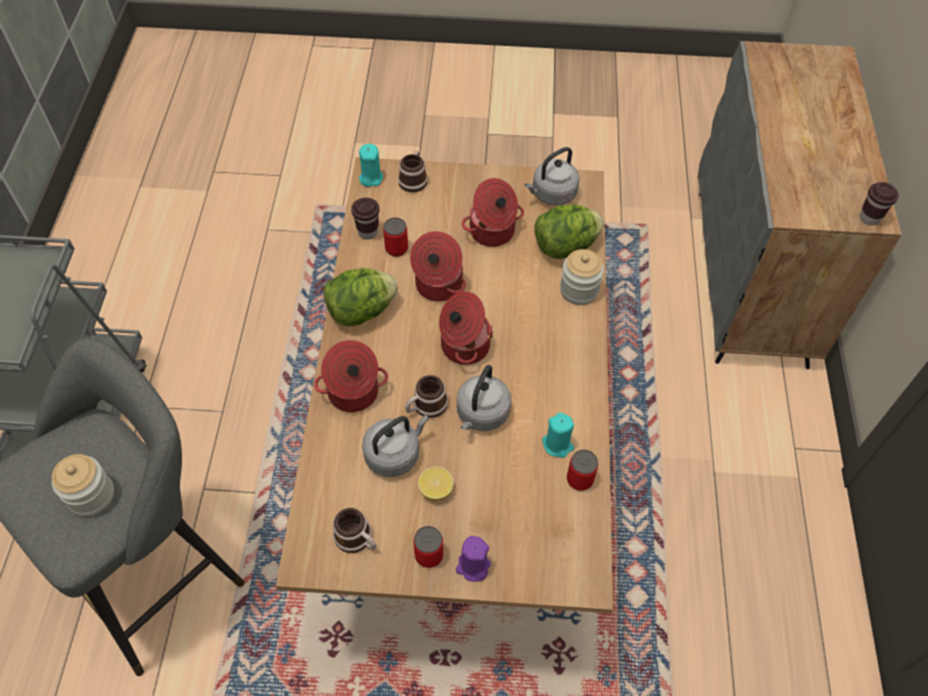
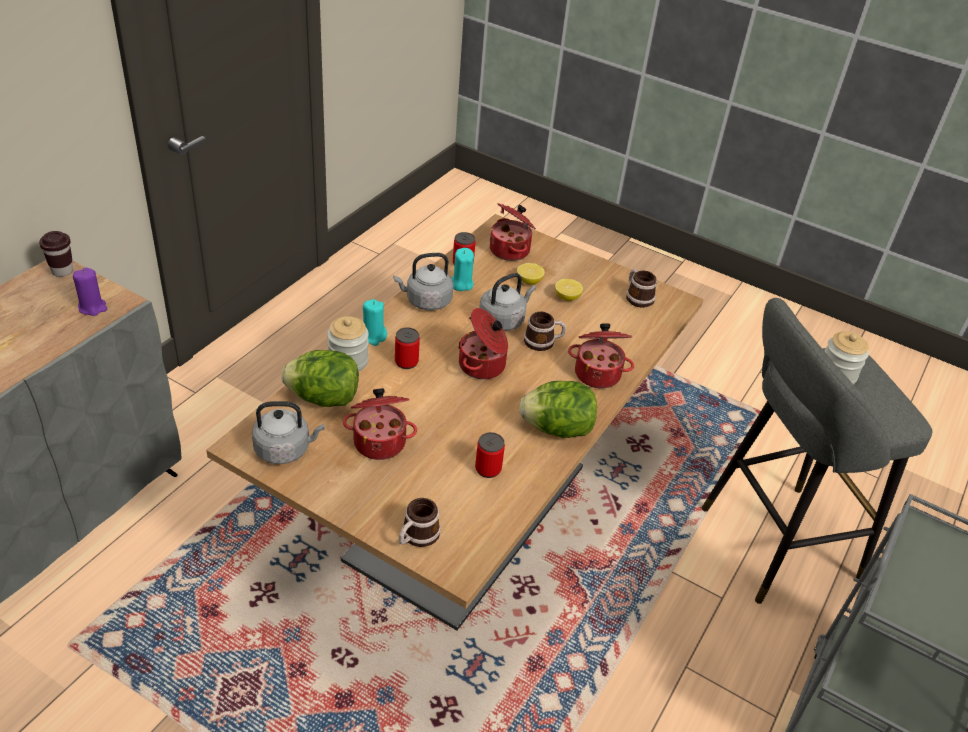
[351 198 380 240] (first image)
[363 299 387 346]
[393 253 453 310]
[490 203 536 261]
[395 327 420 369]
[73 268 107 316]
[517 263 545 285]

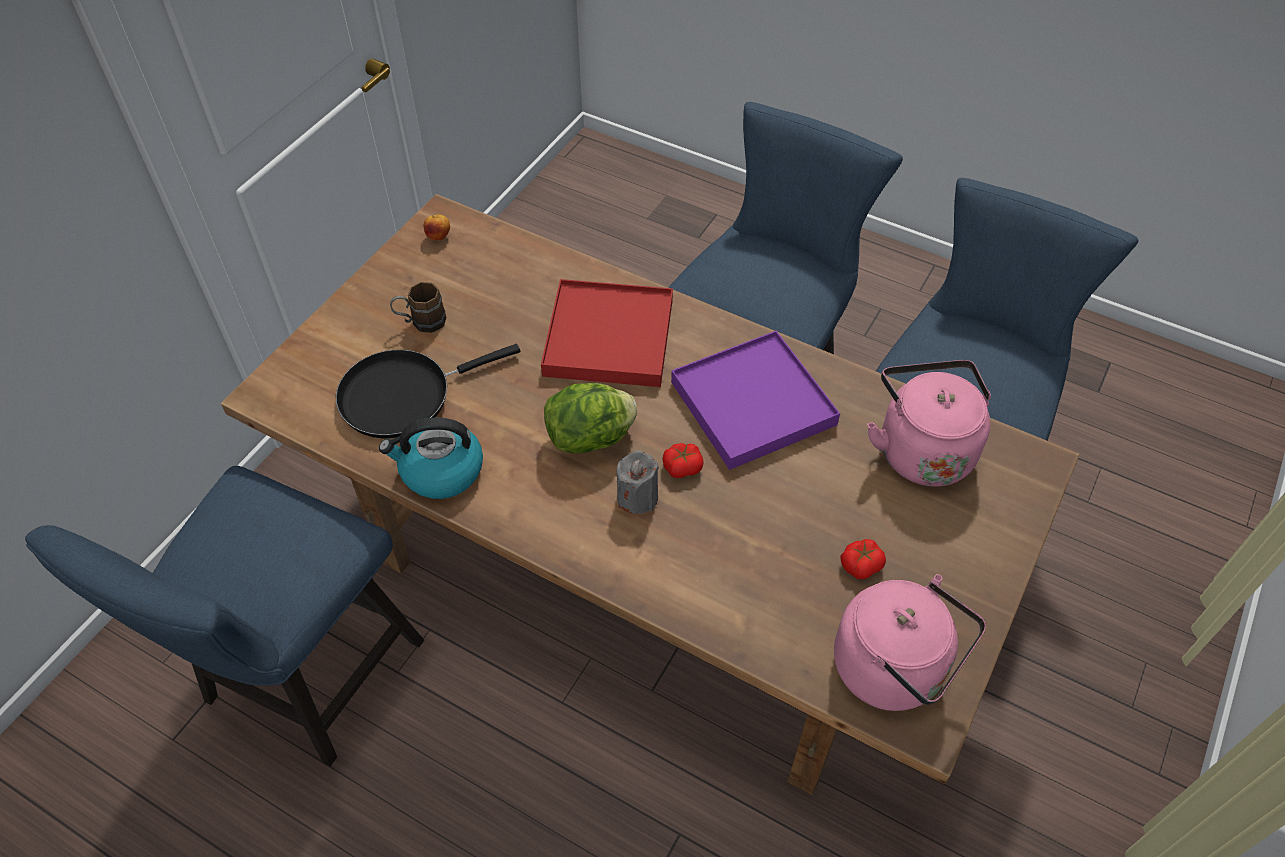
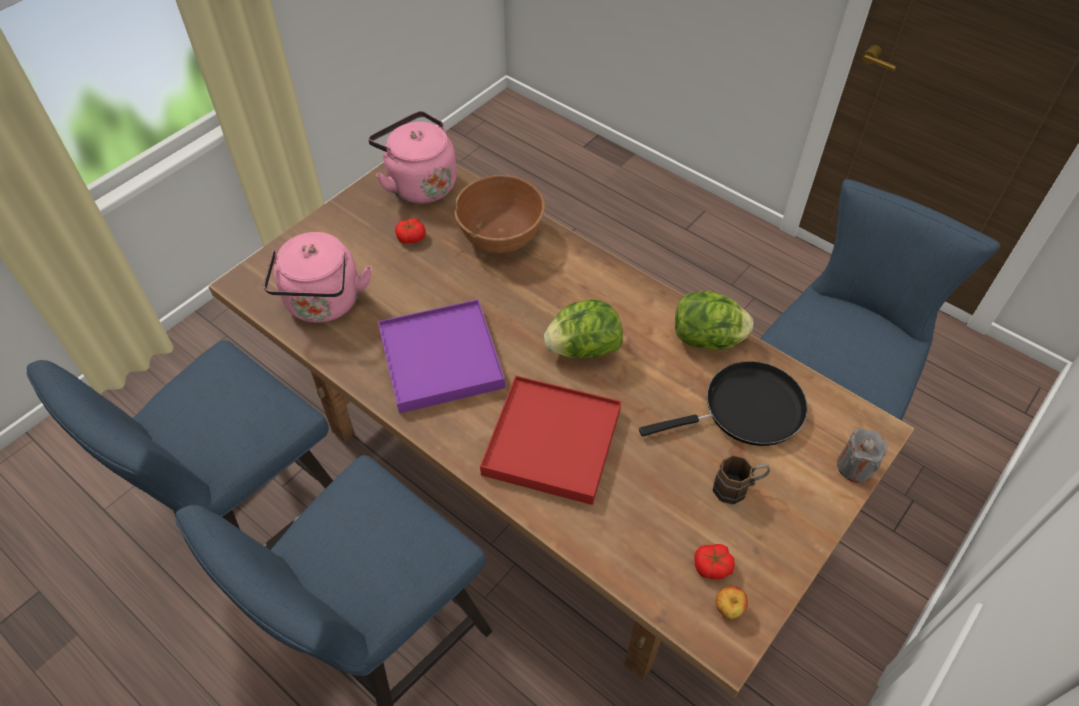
[675 291 753 350]
[837 428 888 483]
[694 544 735 579]
[455 175 545 253]

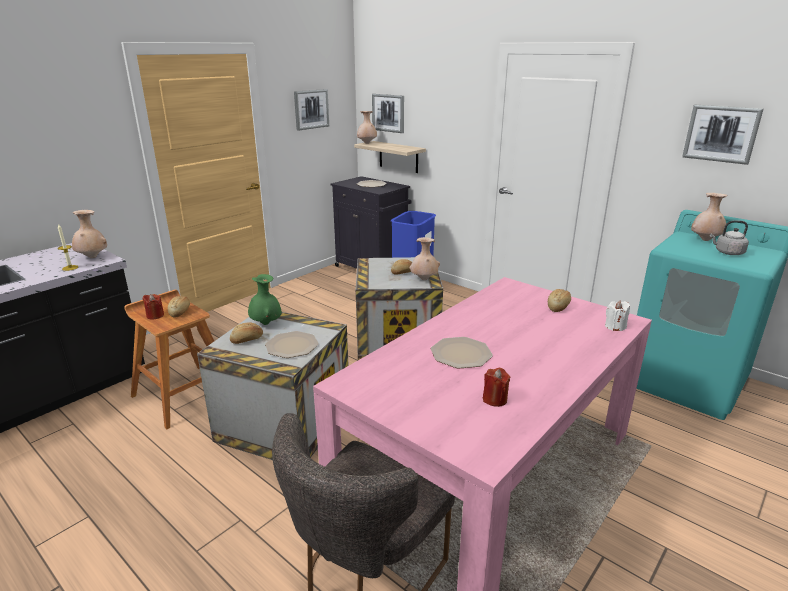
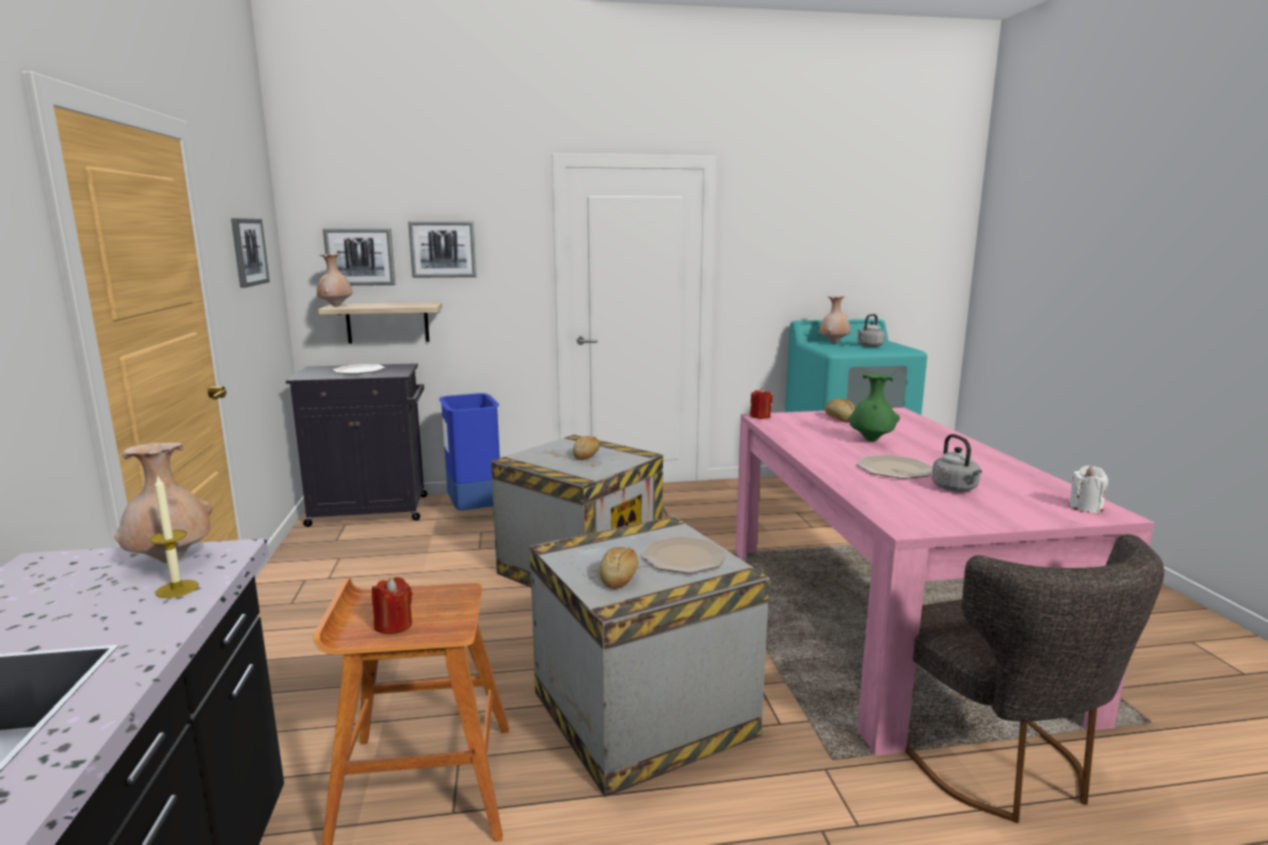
[168 296 190 317] (first image)
[848 373 900 442]
[409 237 440 280] (first image)
[750 388 773 419]
[1069 466 1108 513]
[408 221 477 278]
[932 434 982 491]

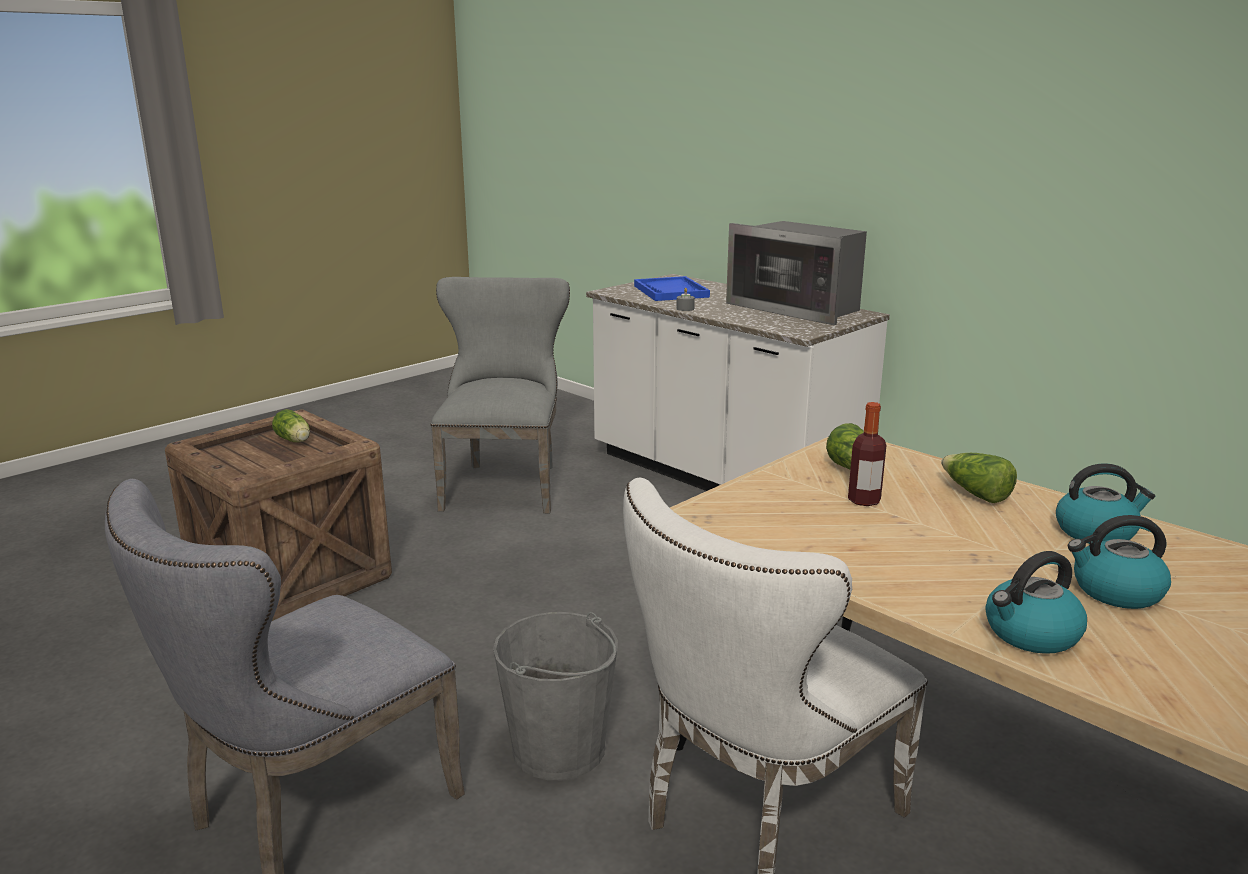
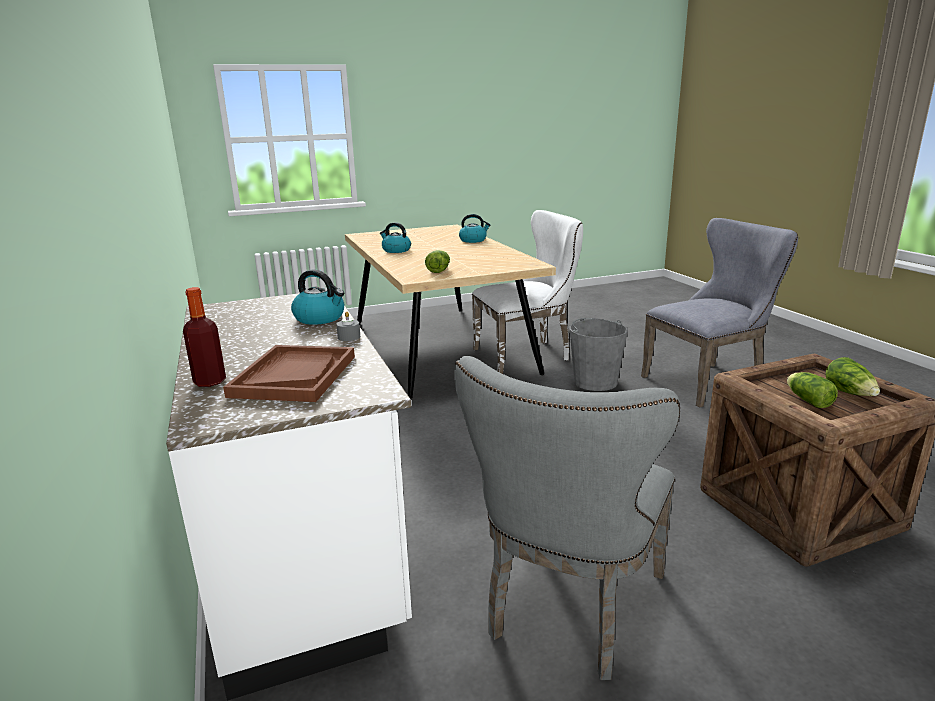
[223 345 355 402]
[726 221 867 325] (first image)
[183 287 226 387]
[825 357 880 396]
[291 269 344 325]

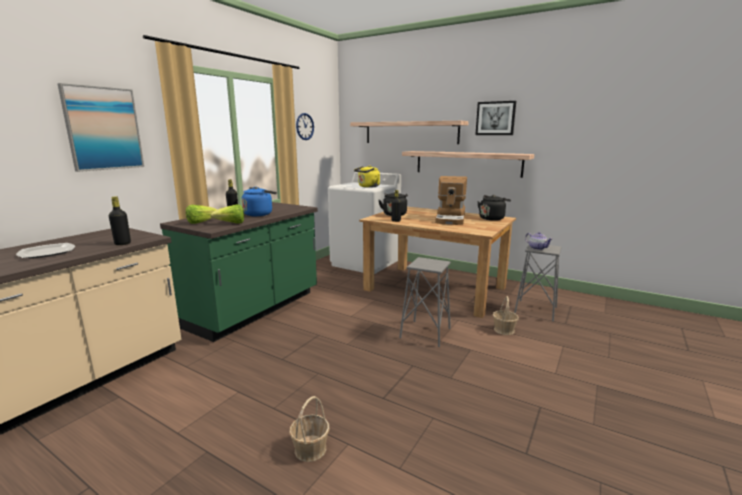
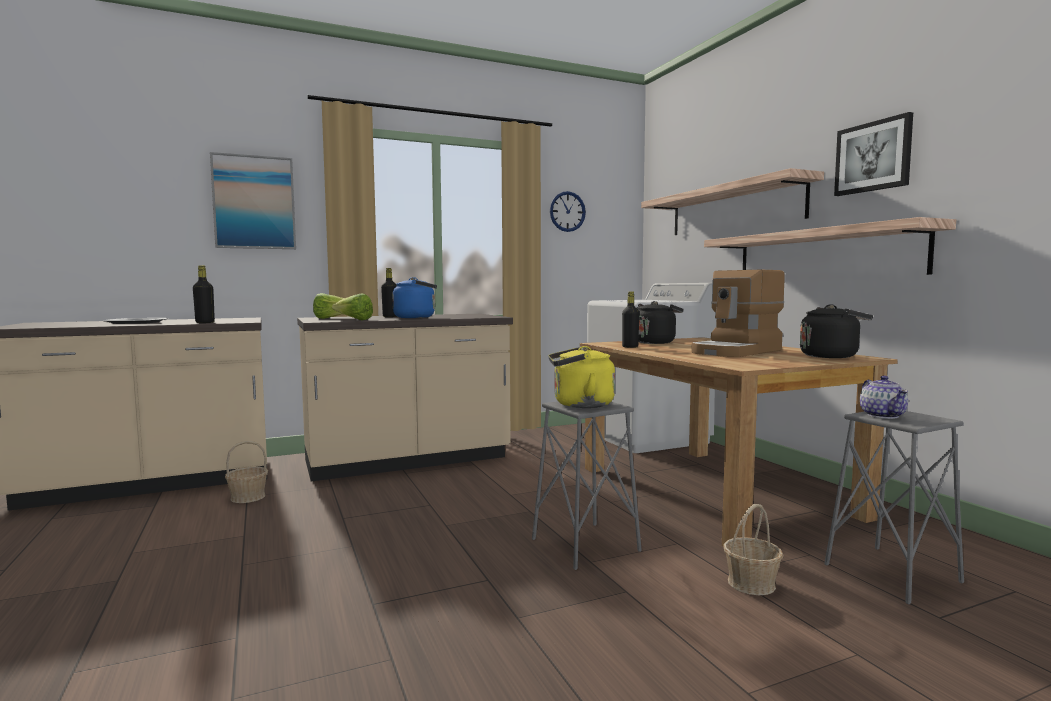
[297 314 513 481]
[225 441 268 503]
[548 346 615 408]

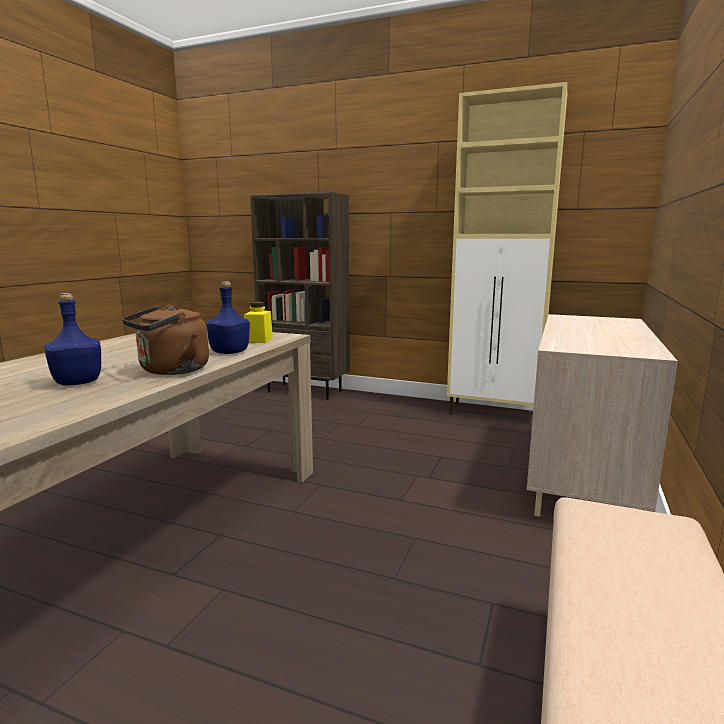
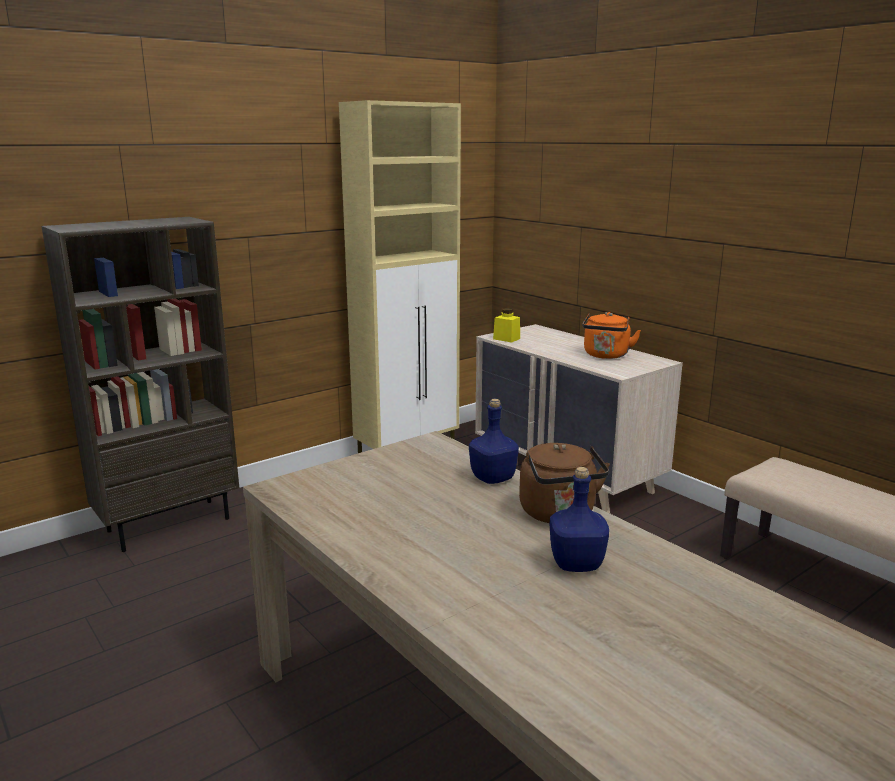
[493 308 520 343]
[583 312 641 359]

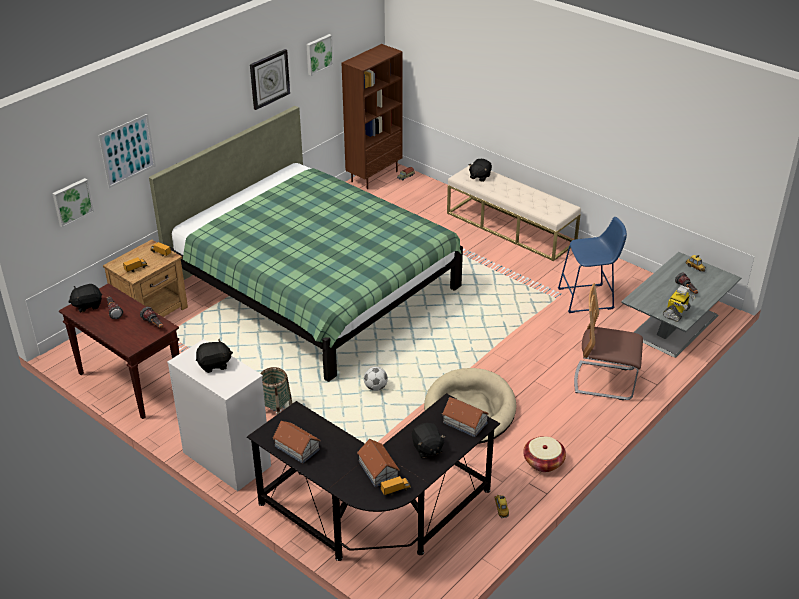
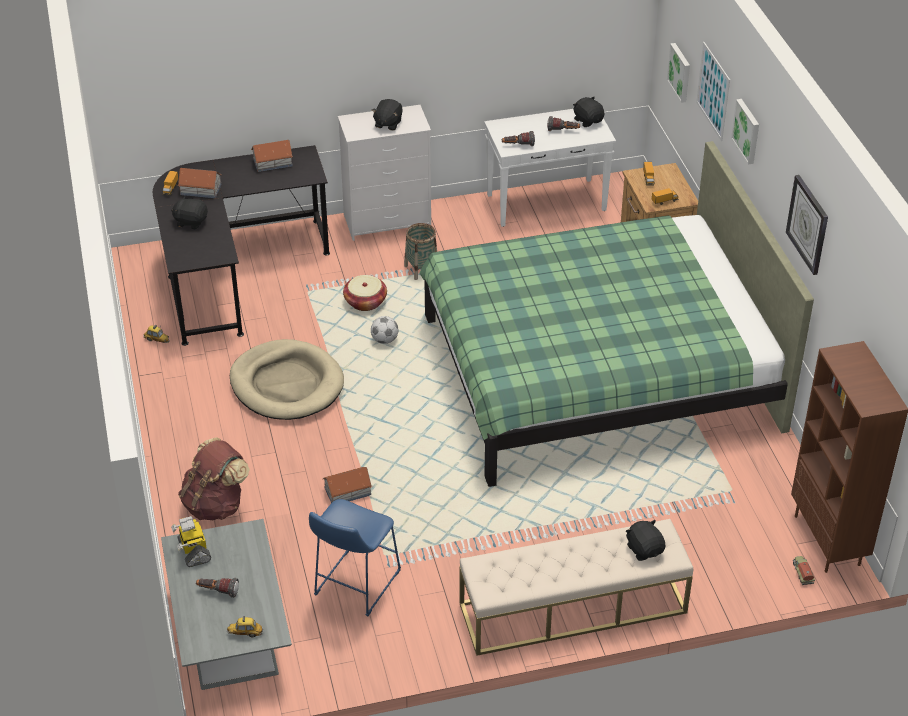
[484 109 616 227]
[573 97 605 127]
[731 99 759 165]
[323 467 372 503]
[343 275 387 311]
[178 437 250 520]

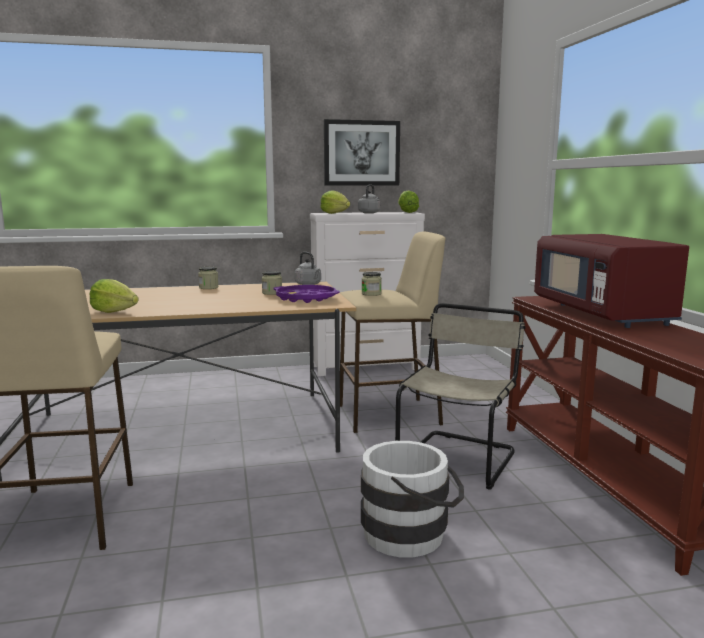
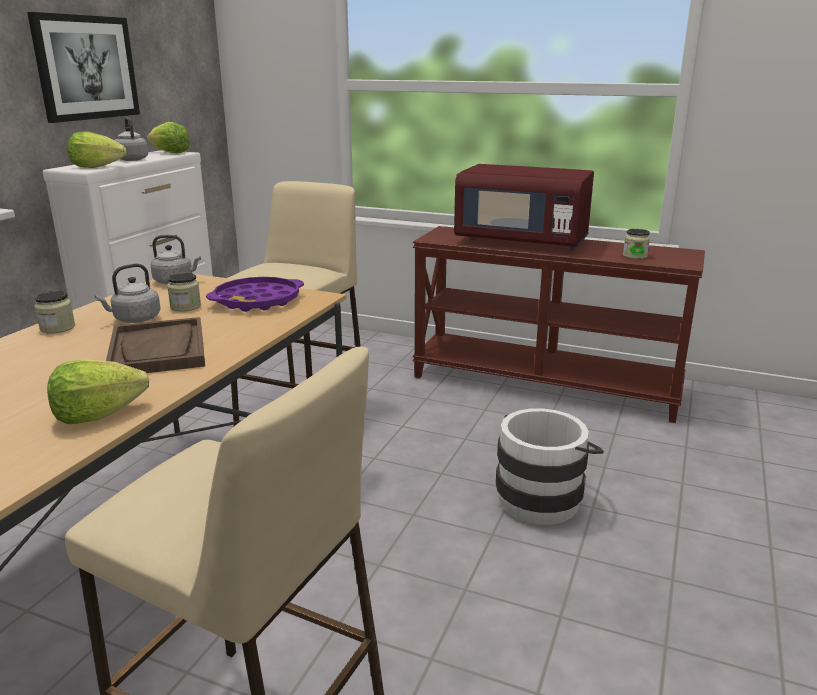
[623 229 650 259]
[395 303 526 490] (first image)
[95 264 161 323]
[106 317 205 373]

